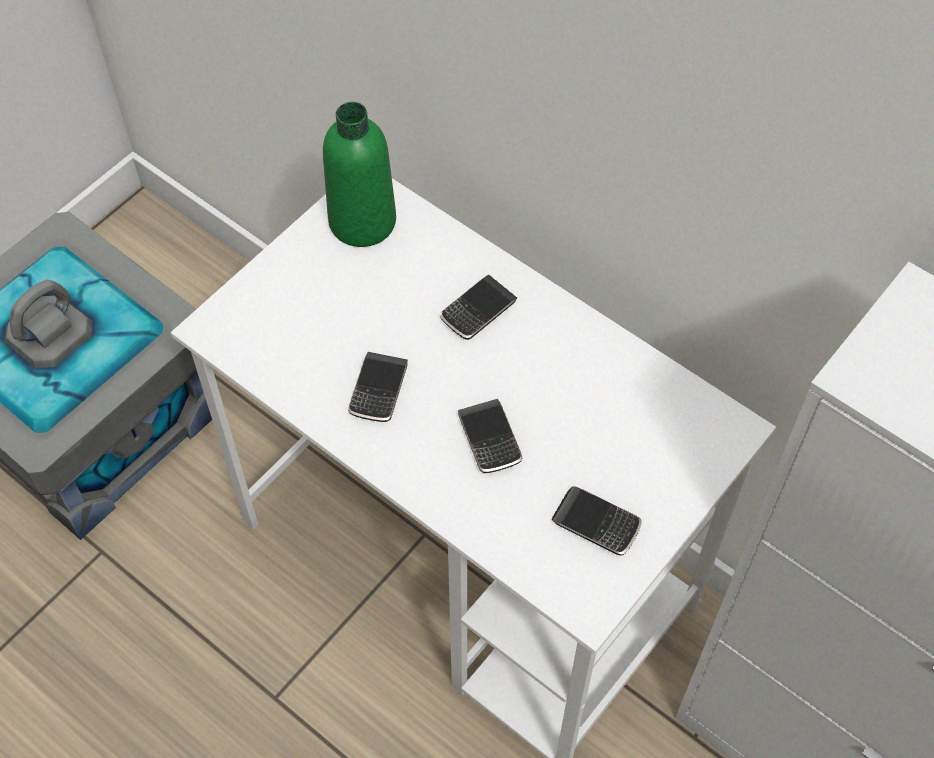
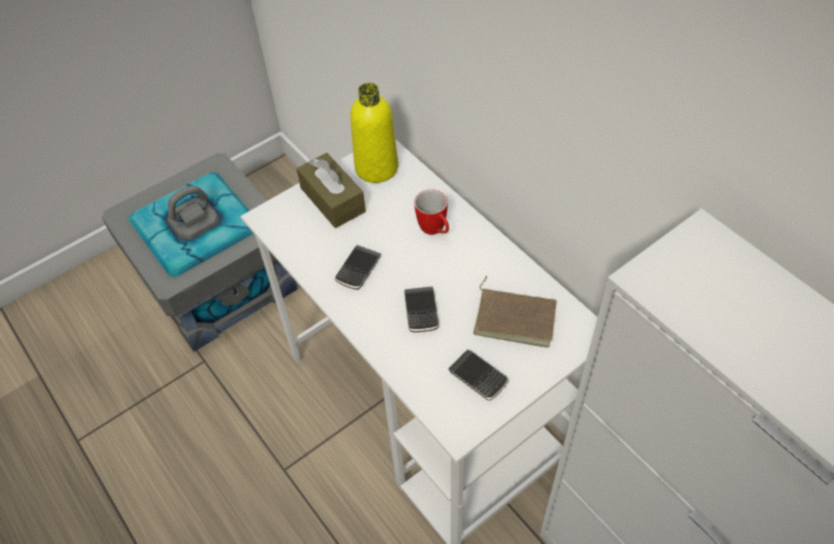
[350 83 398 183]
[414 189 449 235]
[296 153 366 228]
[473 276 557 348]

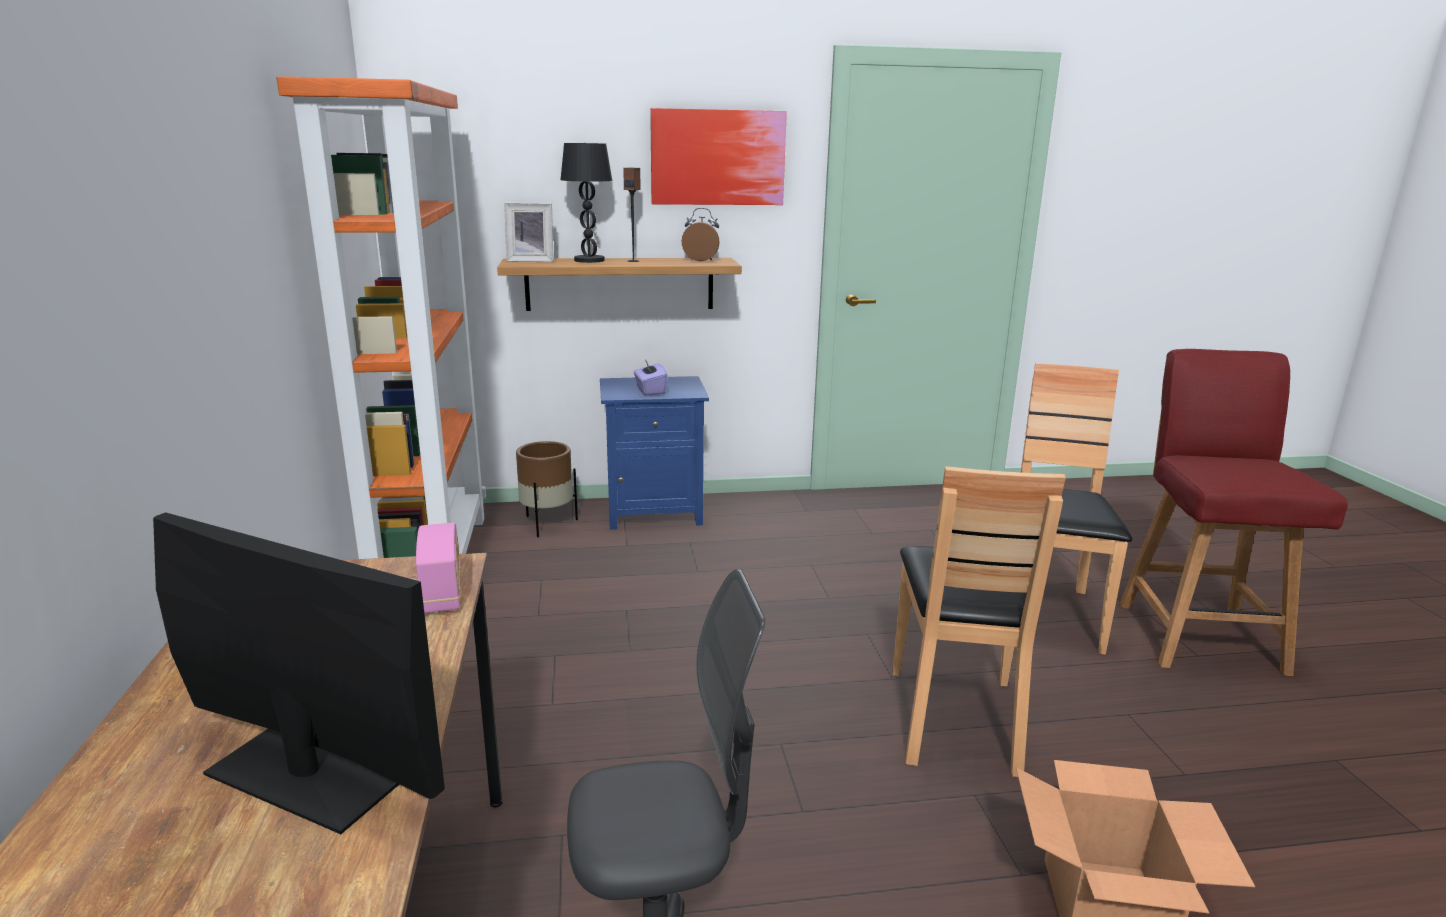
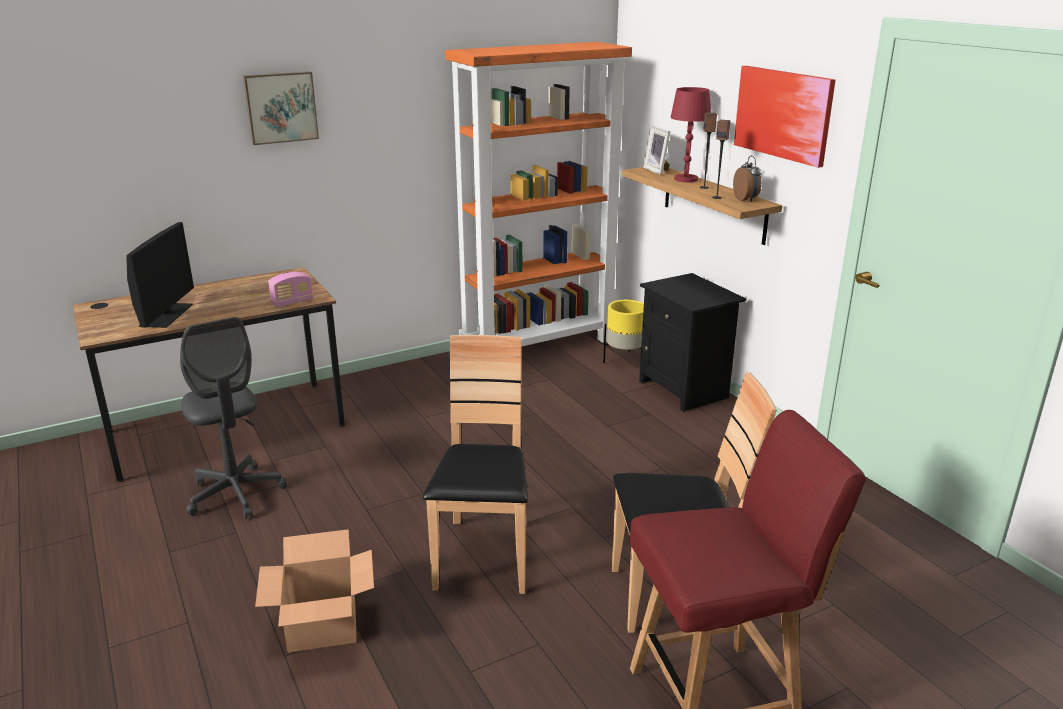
[603 300 644 363]
[670 87 711 183]
[639 273 746 412]
[634 359 668 396] (first image)
[423 335 528 594]
[242 71 319 145]
[712 120 731 199]

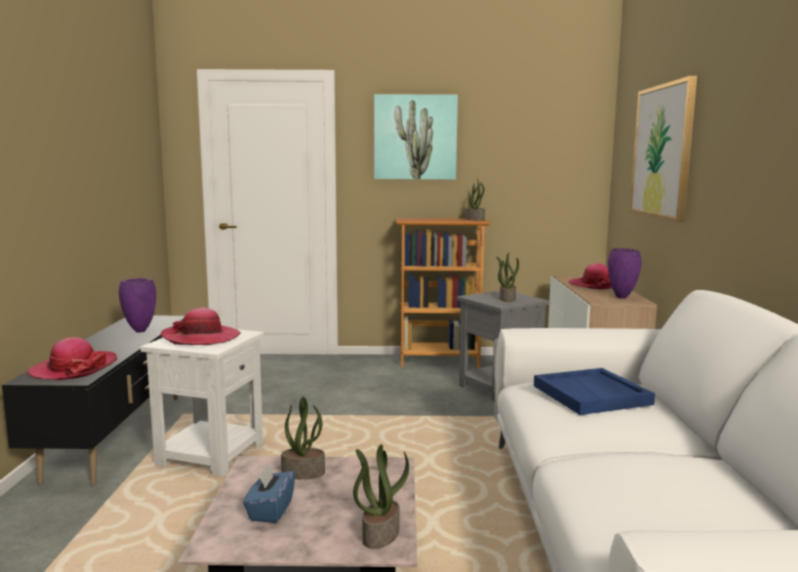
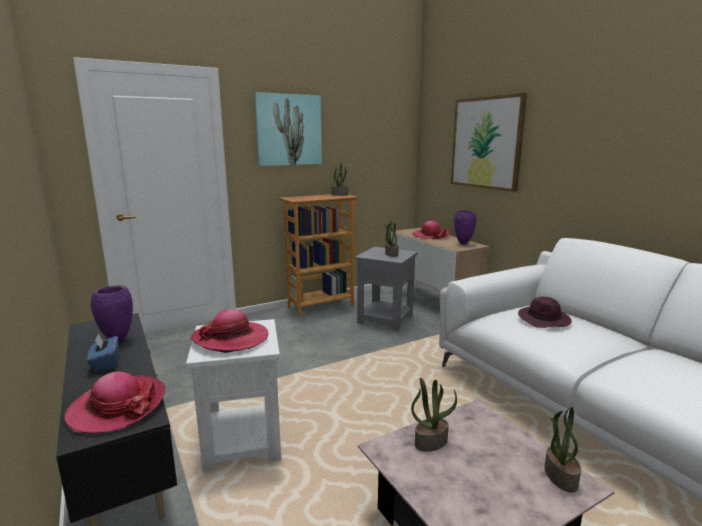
[87 333 119 372]
[518 297 572 328]

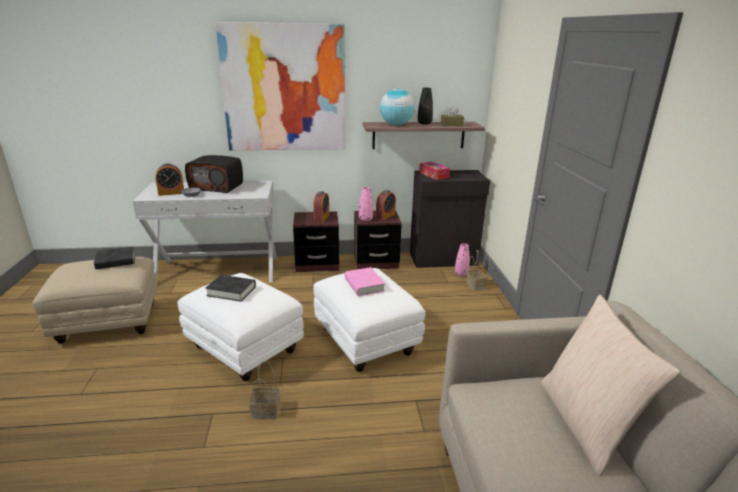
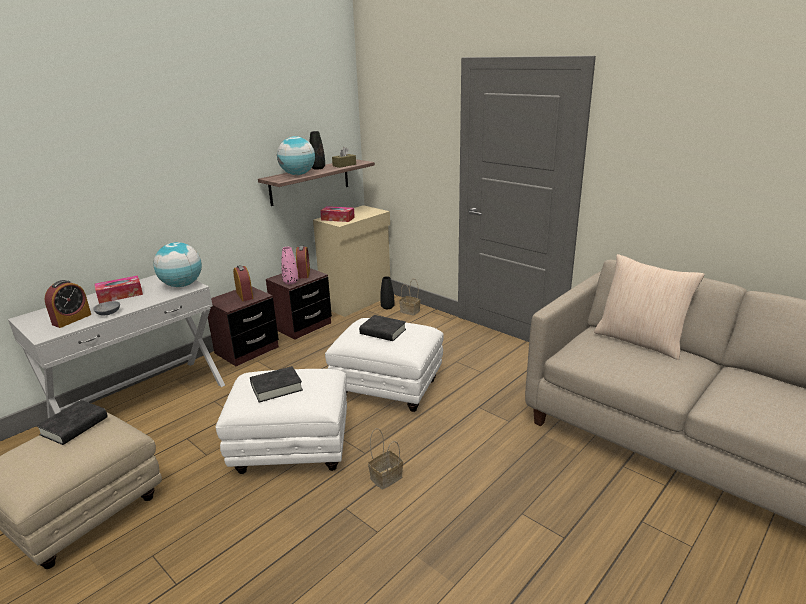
[95 276 143 304]
[215 22 345 150] (first image)
[359 315 406 341]
[313 205 390 317]
[380 276 394 309]
[153 242 202 287]

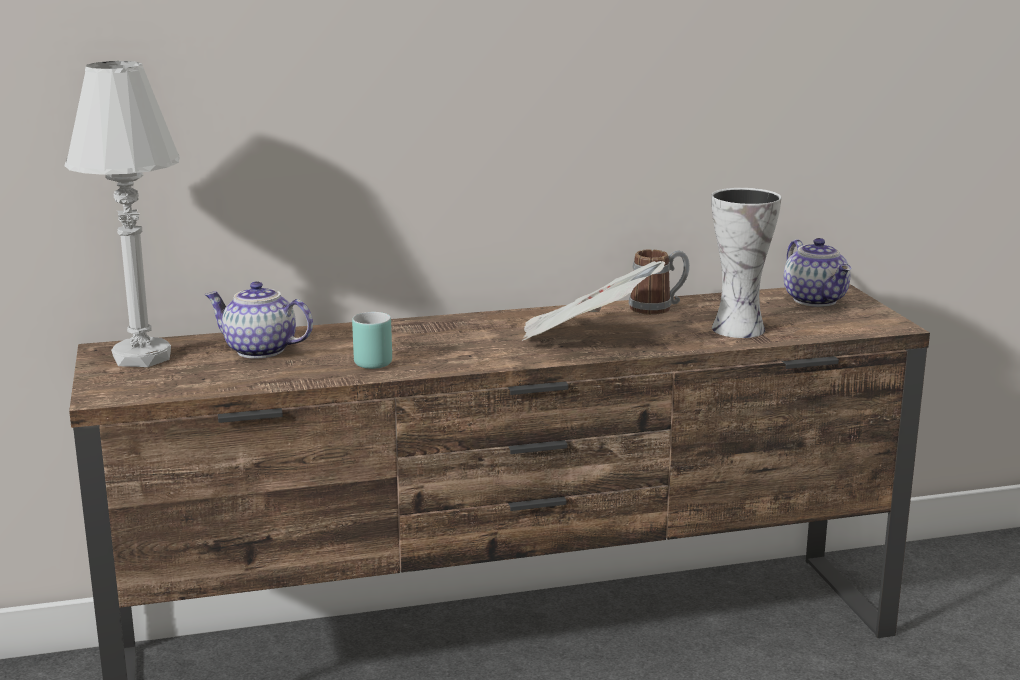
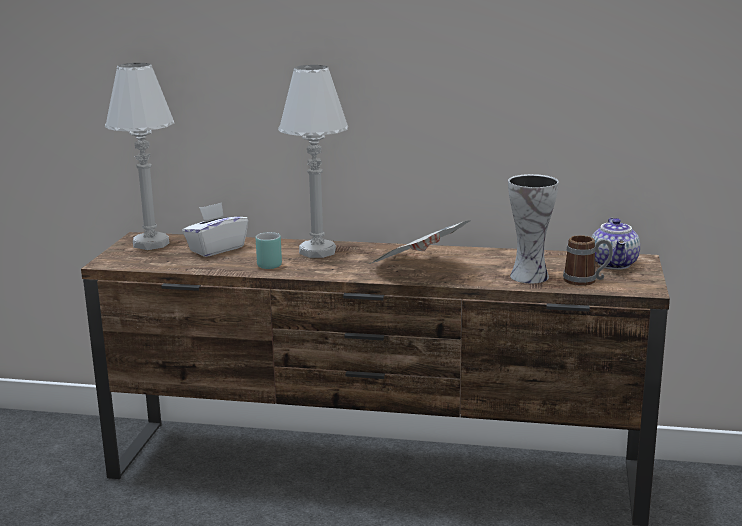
[182 202 248 257]
[563 235 613 286]
[278 65 348 258]

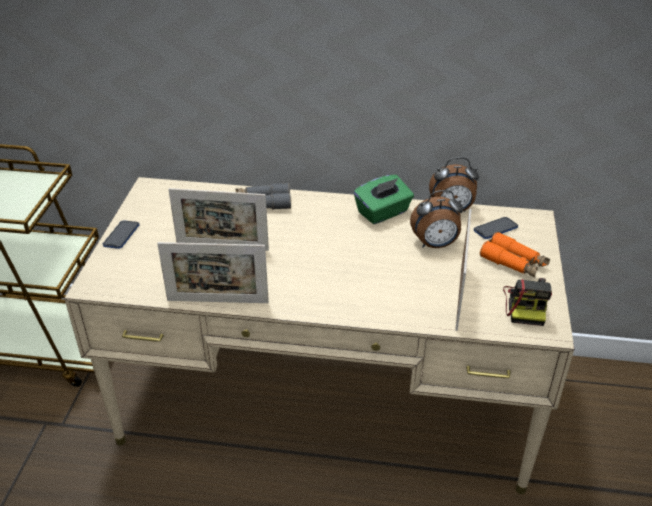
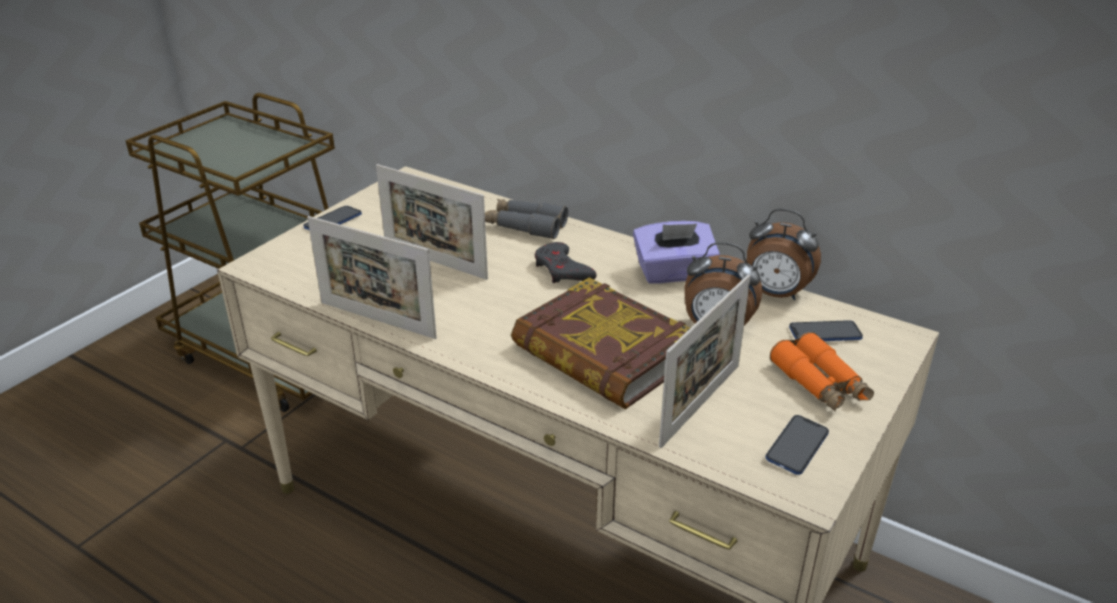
[633 221 720 283]
[765 415 829 475]
[511 277 690 409]
[535 242 597 283]

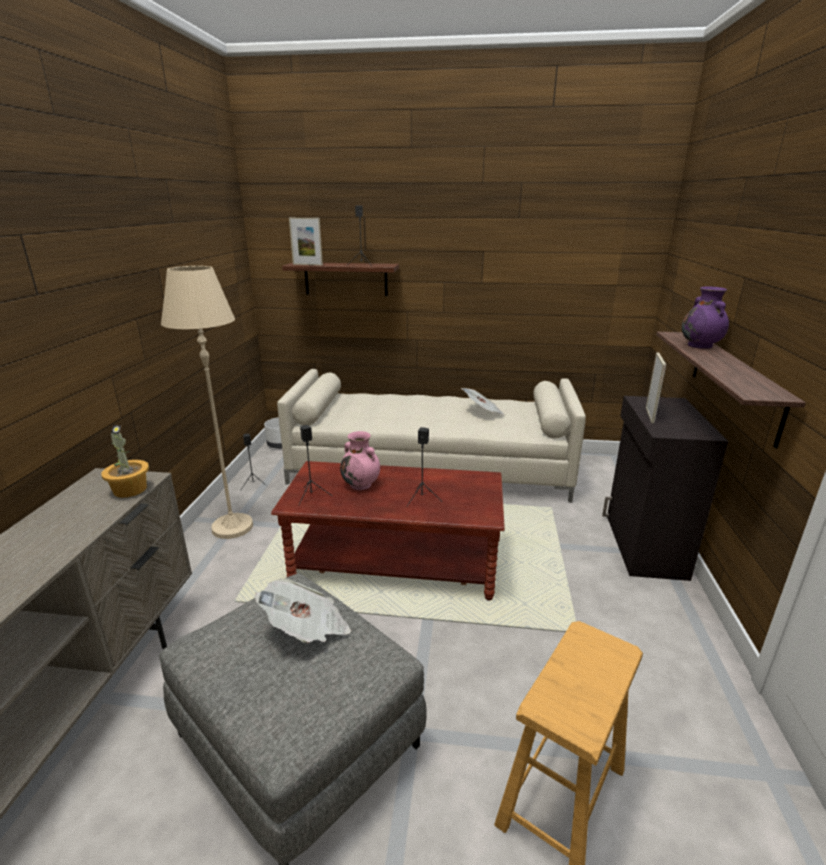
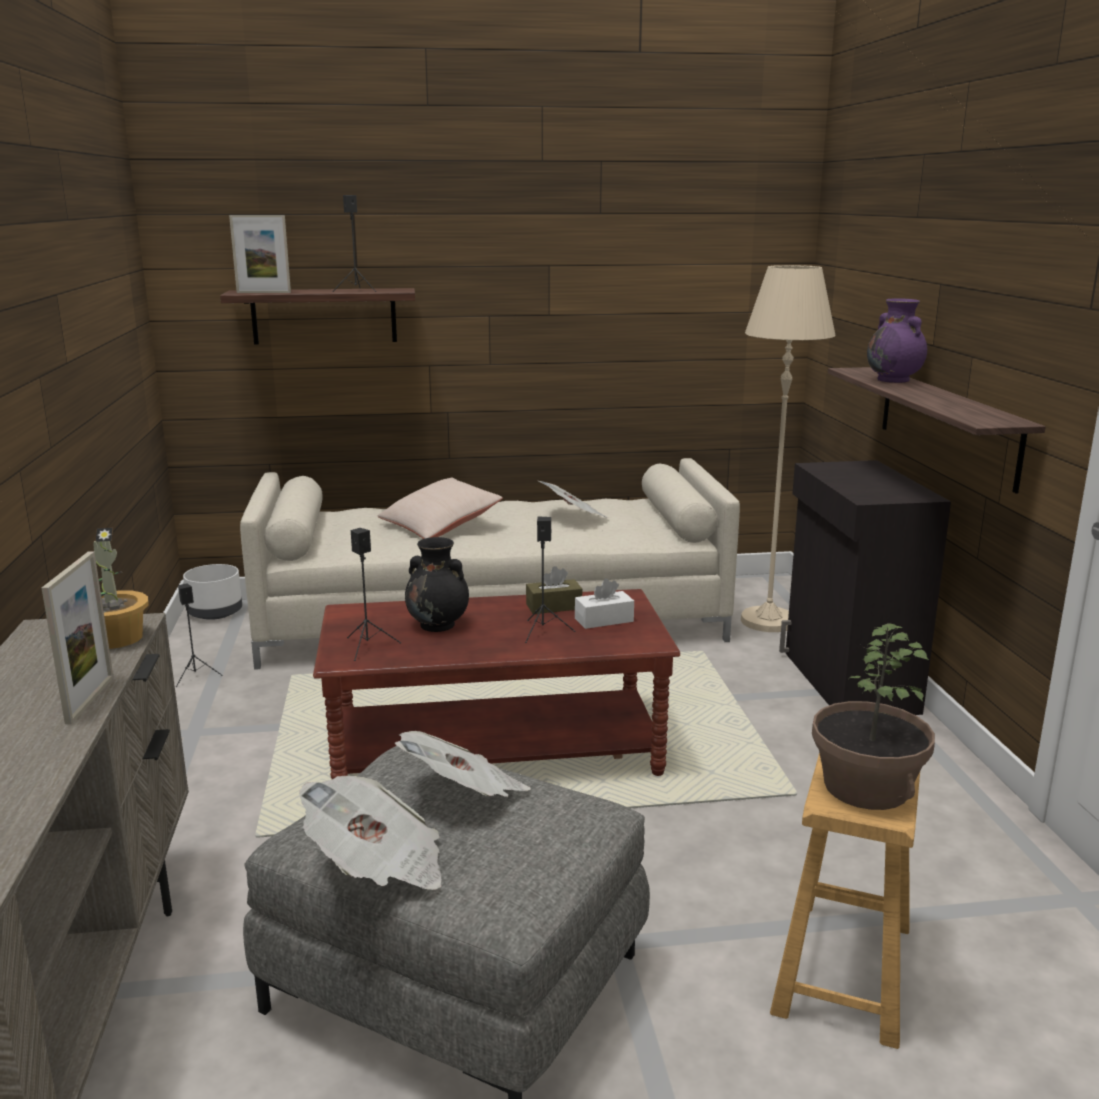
[741 265 835 632]
[405 537 469 632]
[42 552 114 724]
[299 776 441 890]
[378 478 503 539]
[526 566 582 614]
[575 578 634 629]
[812 623 935 810]

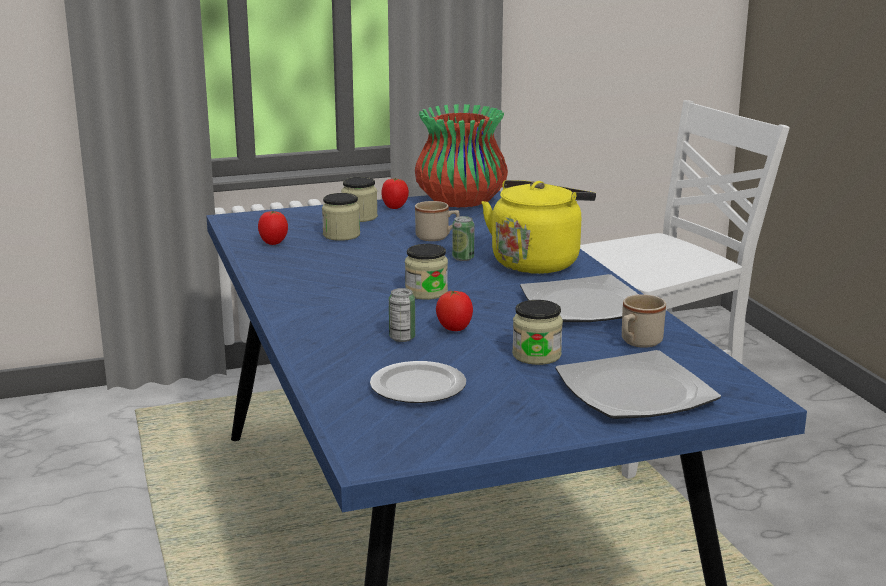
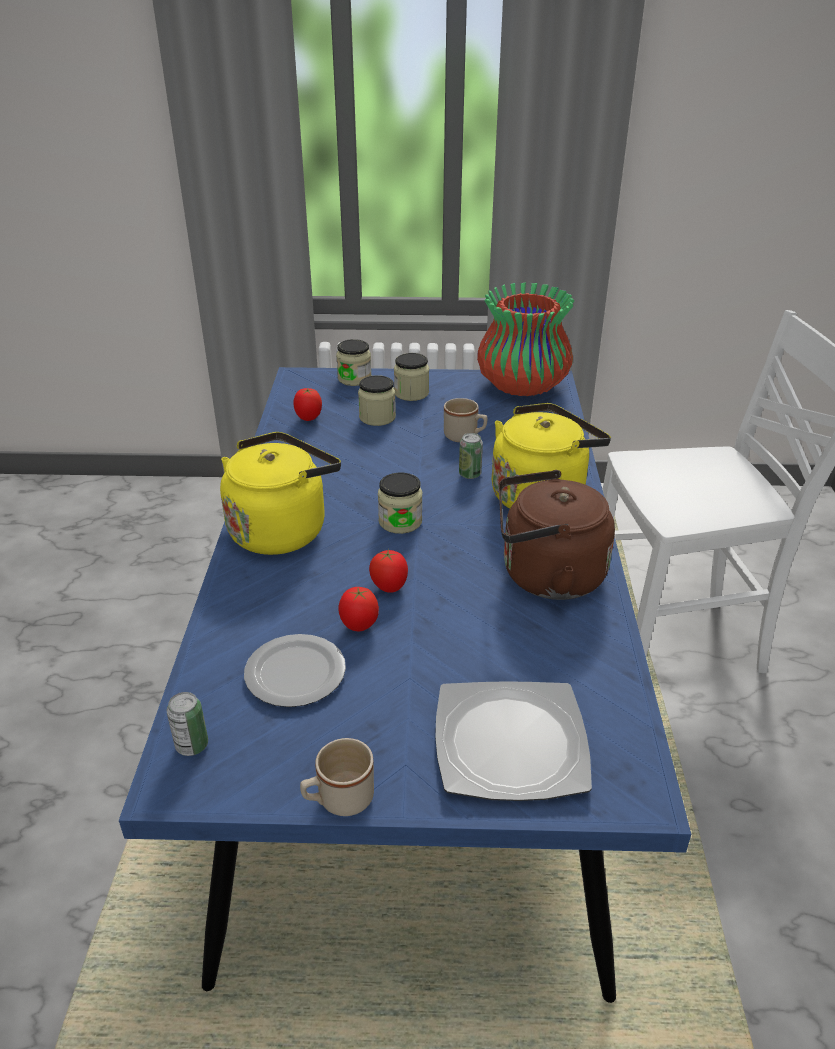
[338 587 379 631]
[167 692 208 756]
[336 339 372 386]
[499 470 615 600]
[300 738 374 816]
[220 432 341 555]

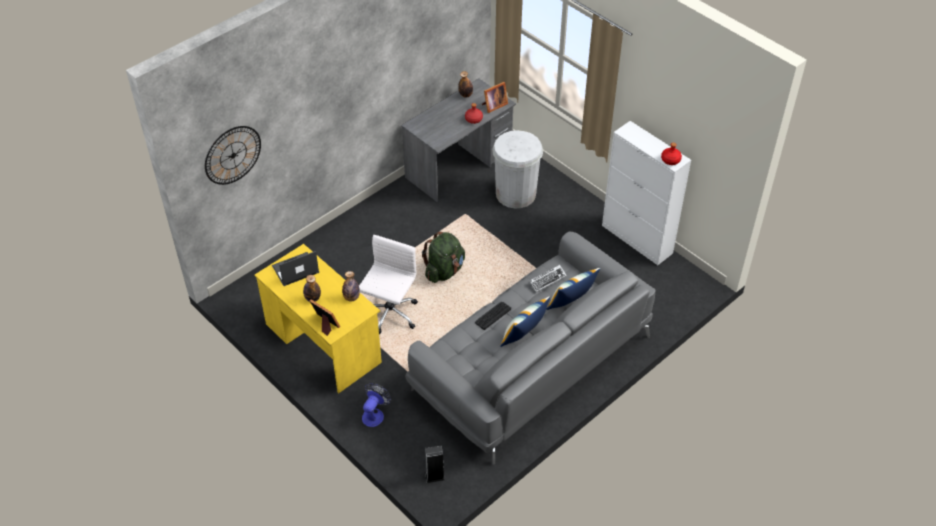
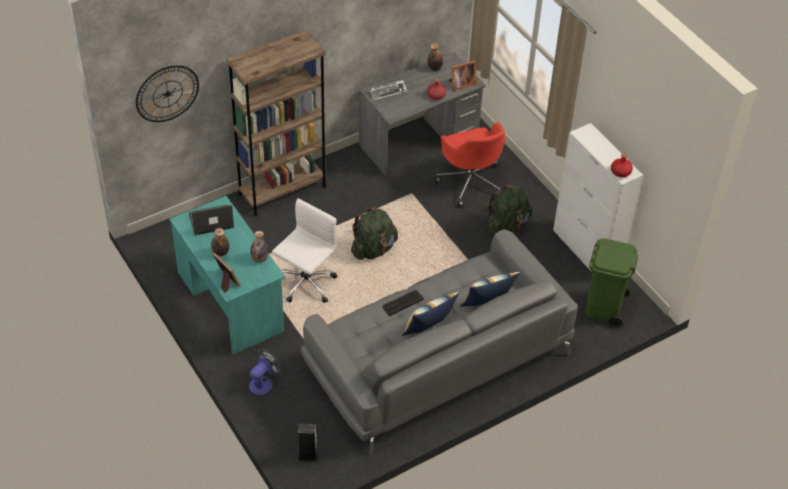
[169 196 285 355]
[434 122 506 207]
[369 80 407 100]
[226 30 326 216]
[487 184 532 235]
[585 238 638 327]

